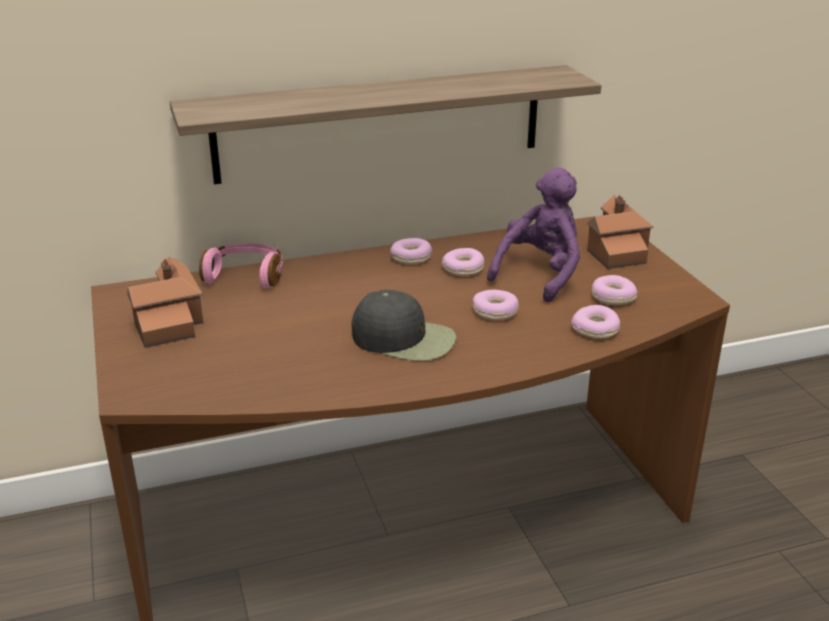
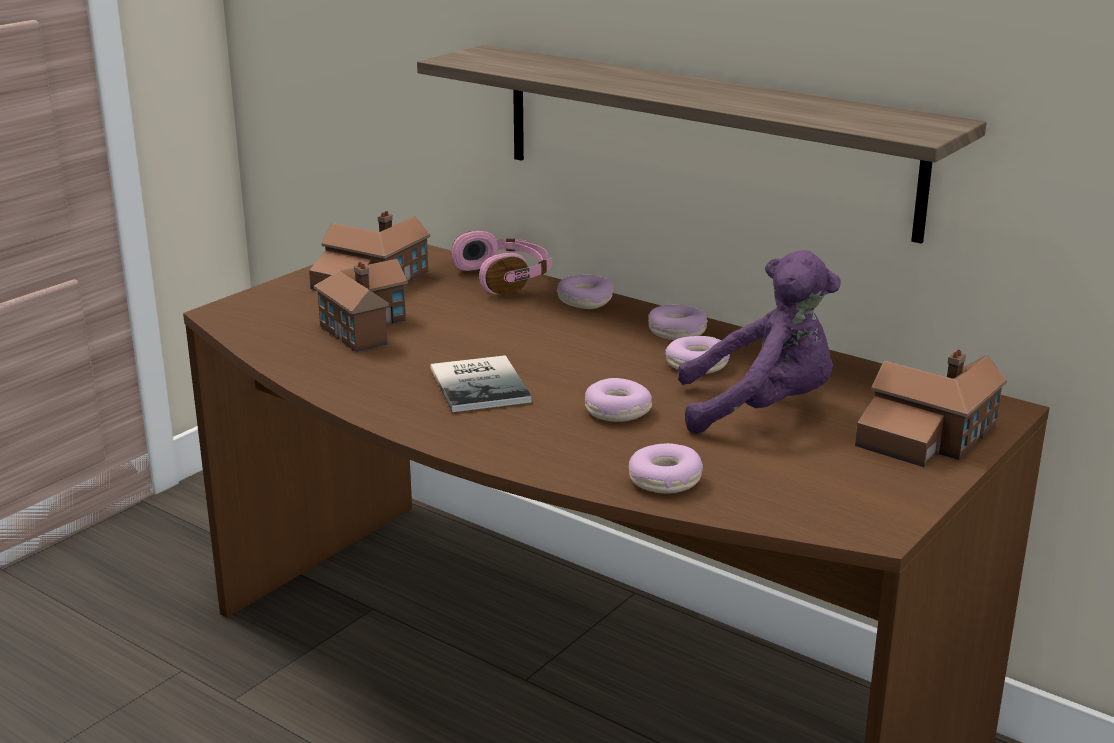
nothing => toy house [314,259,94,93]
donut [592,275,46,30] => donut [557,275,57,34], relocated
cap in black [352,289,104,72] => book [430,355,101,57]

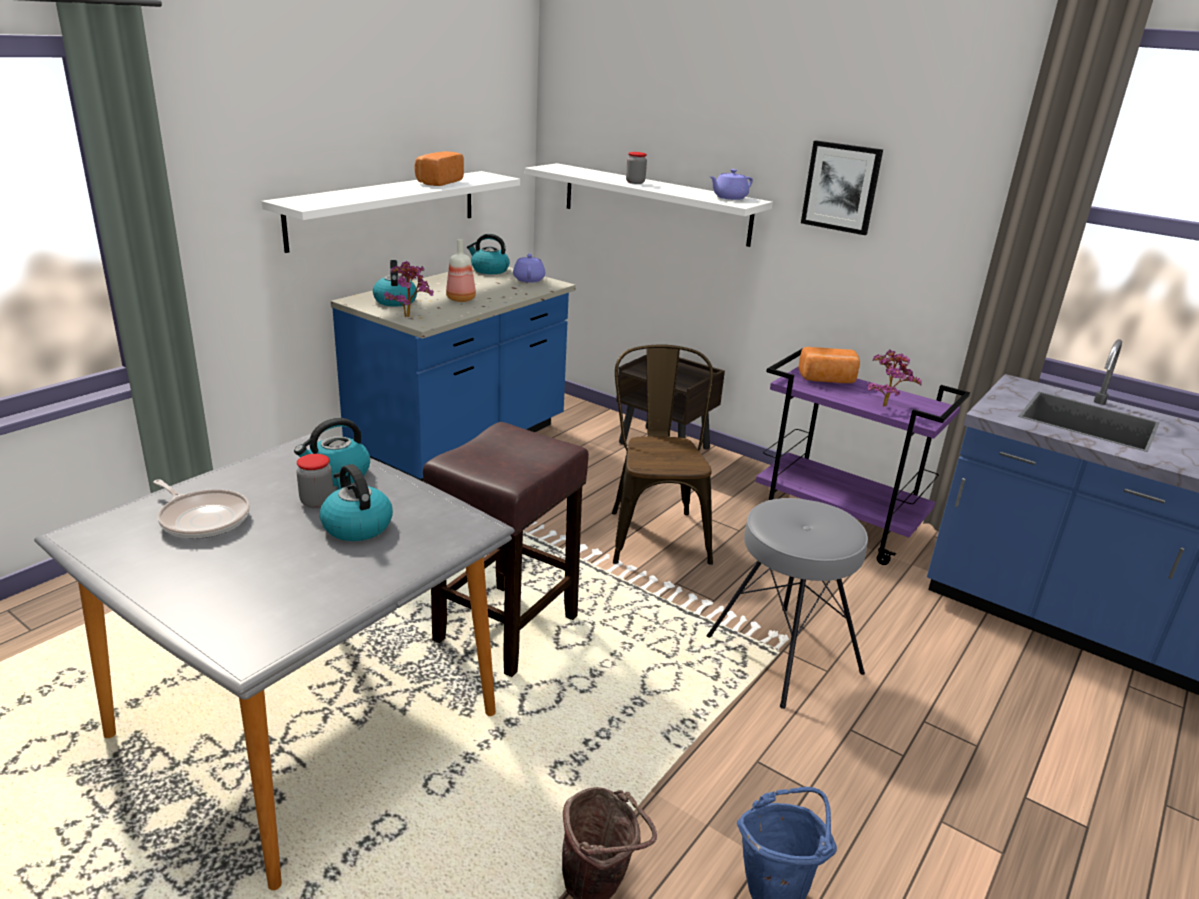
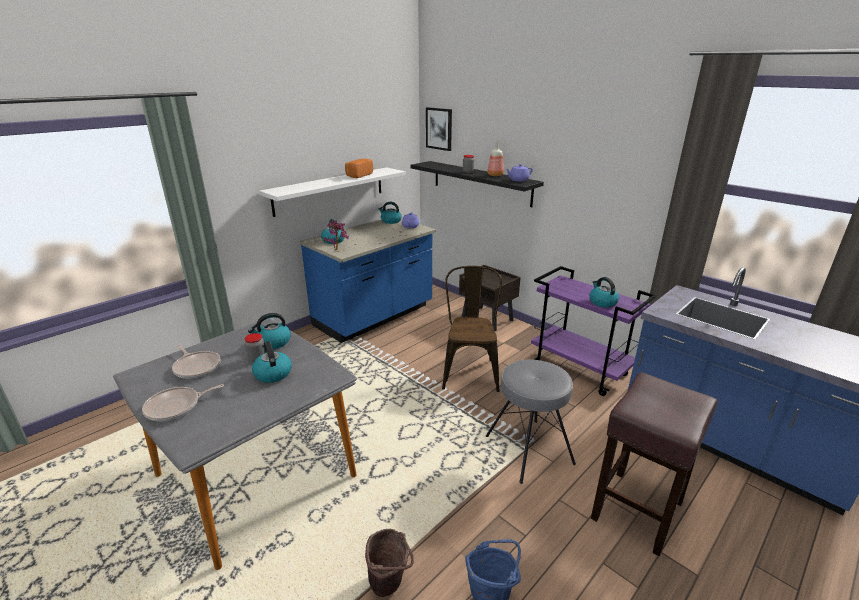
bread [799,347,61,36] => nothing
nothing => frying pan [142,384,82,37]
stool in brown [423,422,166,255] => stool in brown [591,372,127,184], relocated
bottle [446,239,30,63] => bottle [488,141,16,35], relocated
picture [801,140,82,95] => picture [426,107,26,44], relocated
potted plant [867,349,55,58] => kettle [590,277,29,30]
shelf in white [525,163,248,84] => shelf in black [410,161,134,46]

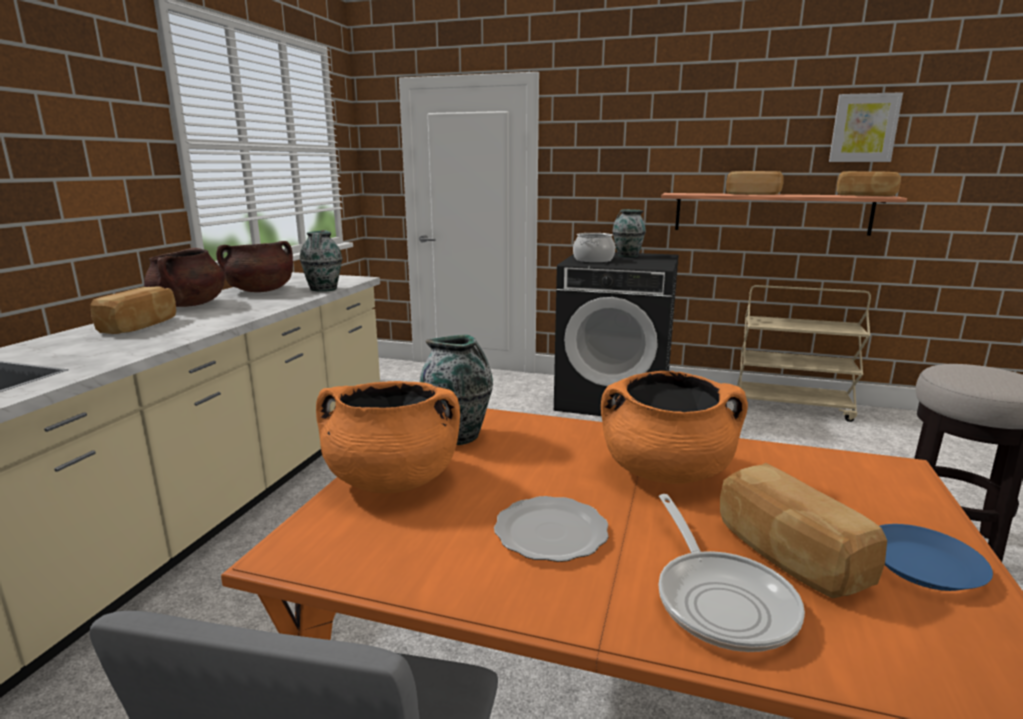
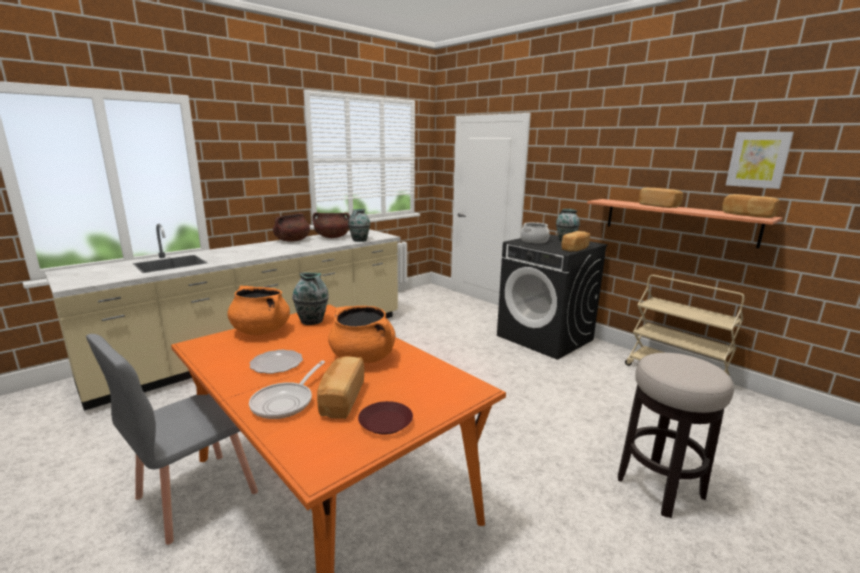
bread [90,287,86,47] => bread [562,231,28,20], relocated
plate in blue [880,524,113,67] => plate in brown [358,401,55,34]

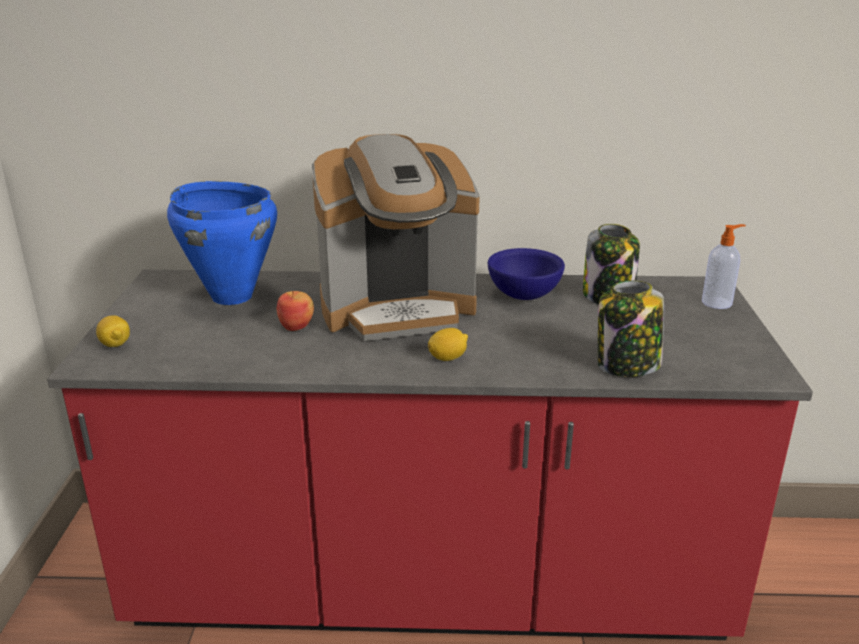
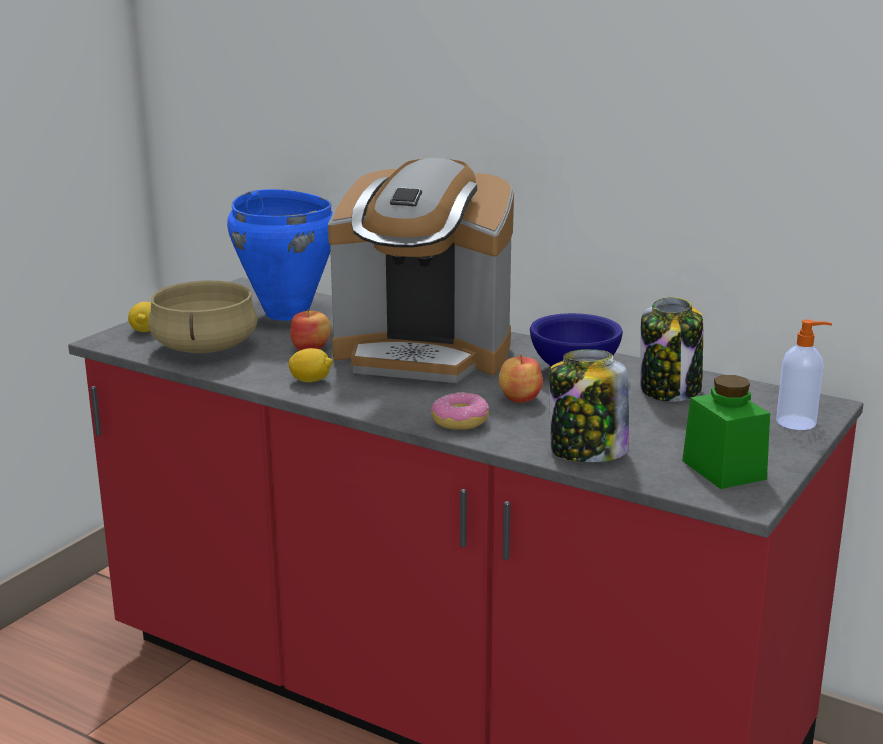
nothing => cooking pot in beige [148,281,110,72]
nothing => donut [431,392,58,37]
nothing => apple [498,354,45,49]
nothing => jar in green [682,375,88,114]
lemon [428,328,40,33] => lemon [288,348,45,34], relocated

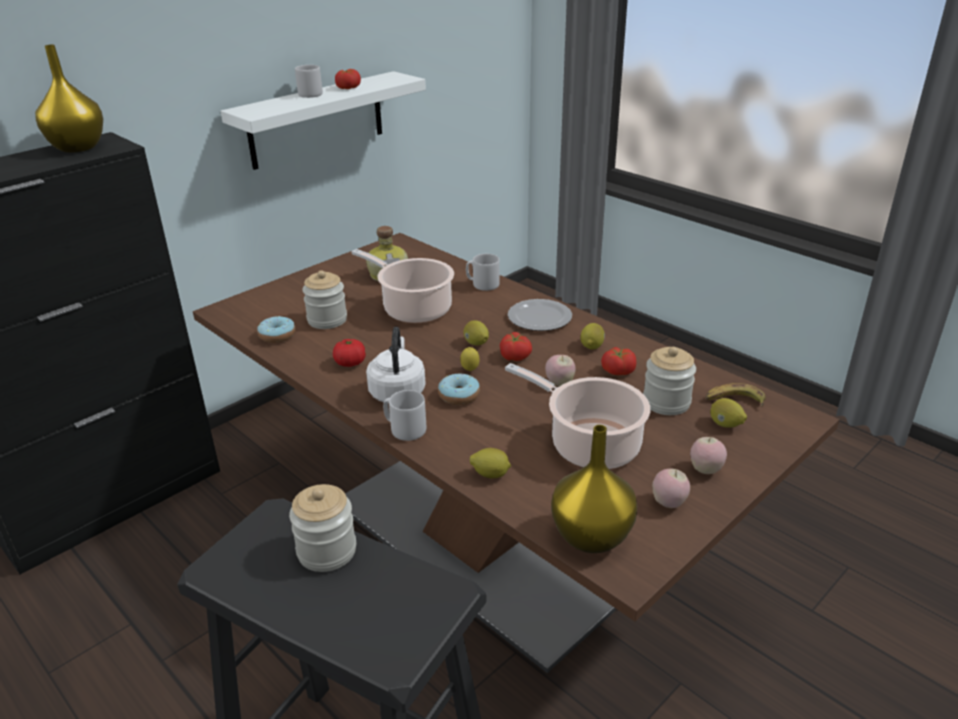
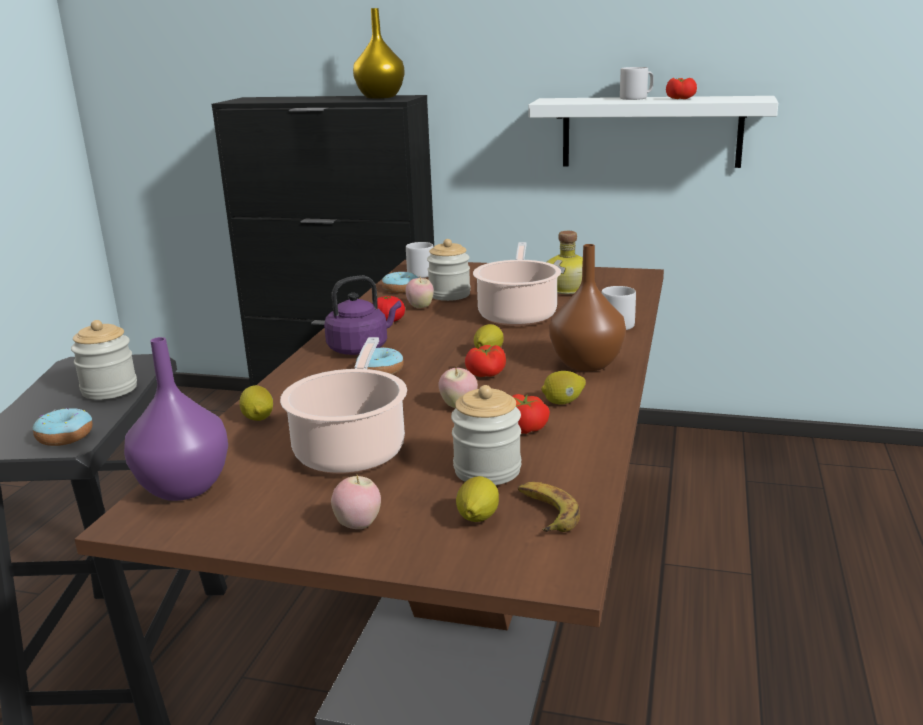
lemon [460,347,20,24] => nothing
nothing => donut [33,408,60,38]
mug in grey [383,390,43,51] => mug in grey [406,242,28,36], relocated
apple [652,469,38,39] => apple [405,277,29,31], relocated
plate [508,299,64,32] => vase in brown [549,244,77,127]
kettle in white [366,327,60,76] => kettle in purple [324,275,77,80]
vase in yellow [551,425,86,128] => vase in purple [124,337,104,164]

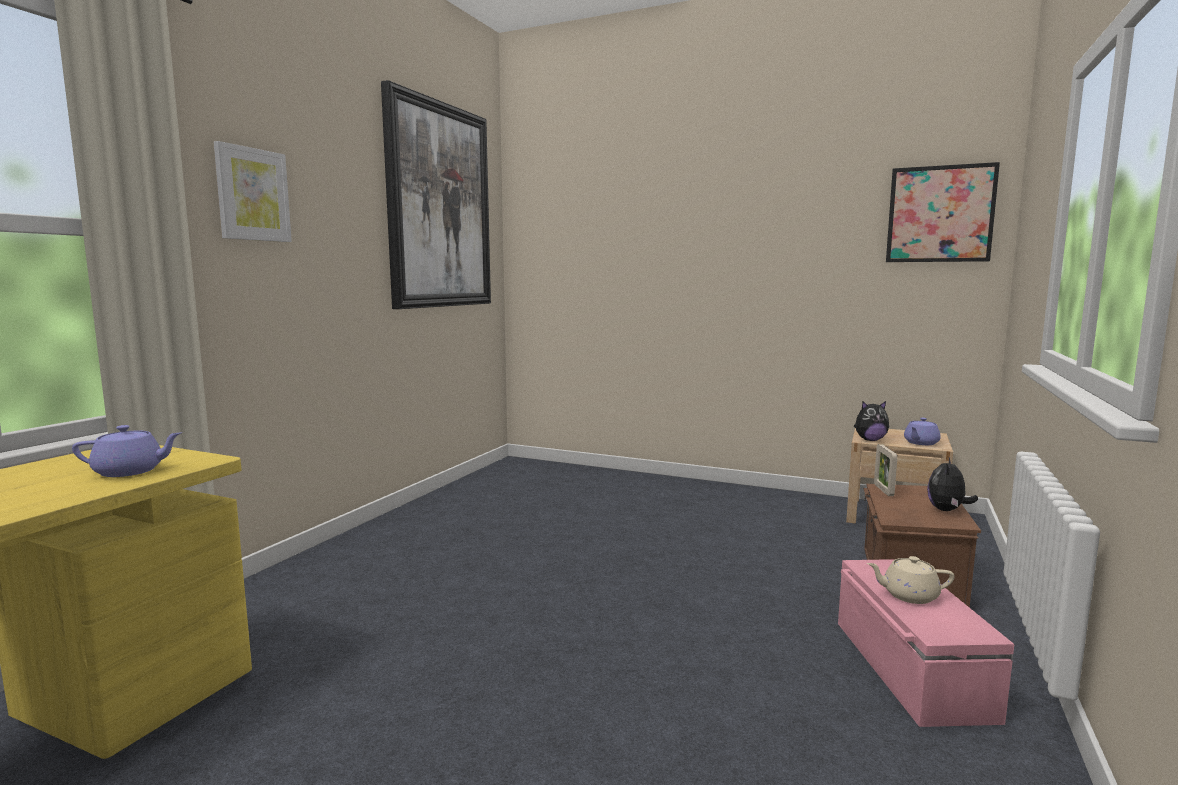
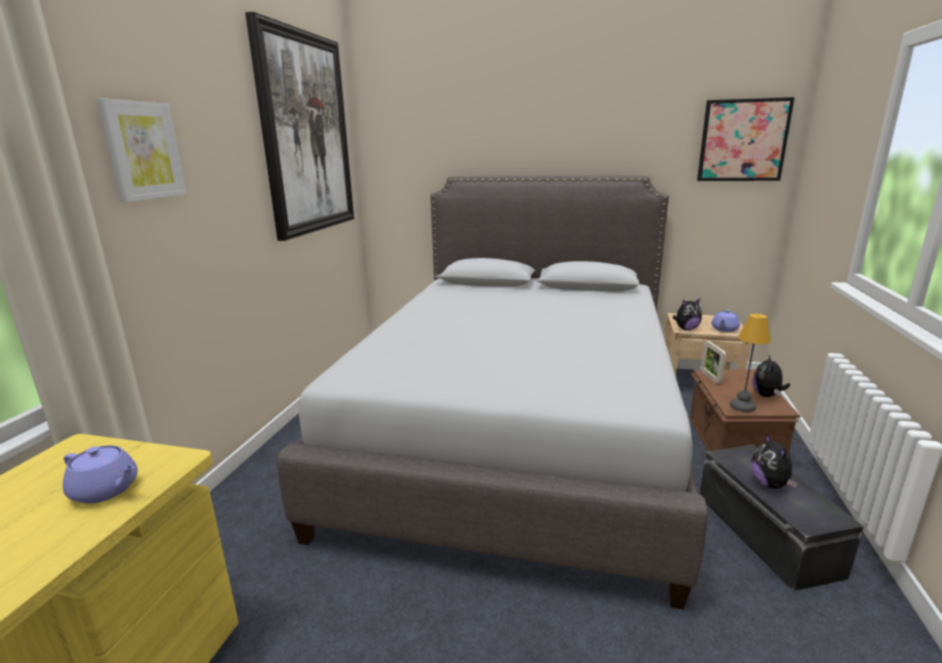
nothing => bed in grey [277,176,431,434]
nothing => table lamp [730,314,41,98]
teapot in beige [867,556,88,48] => plush toy [751,433,47,56]
storage box in pink [838,559,176,168] => storage box in black [700,445,164,146]
teapot in purple [72,425,109,52] => teapot in purple [63,445,75,59], 45 degrees clockwise

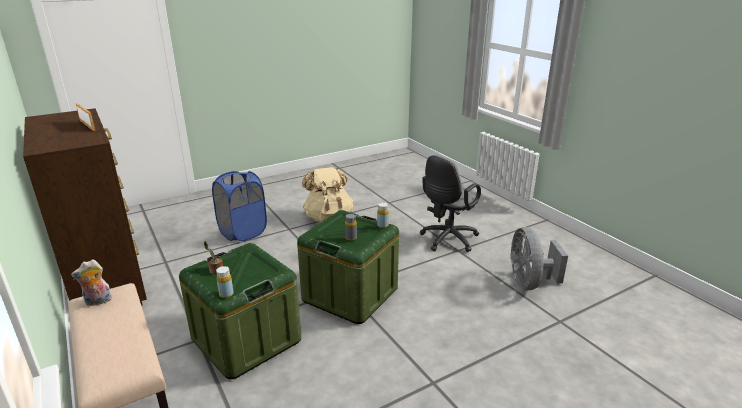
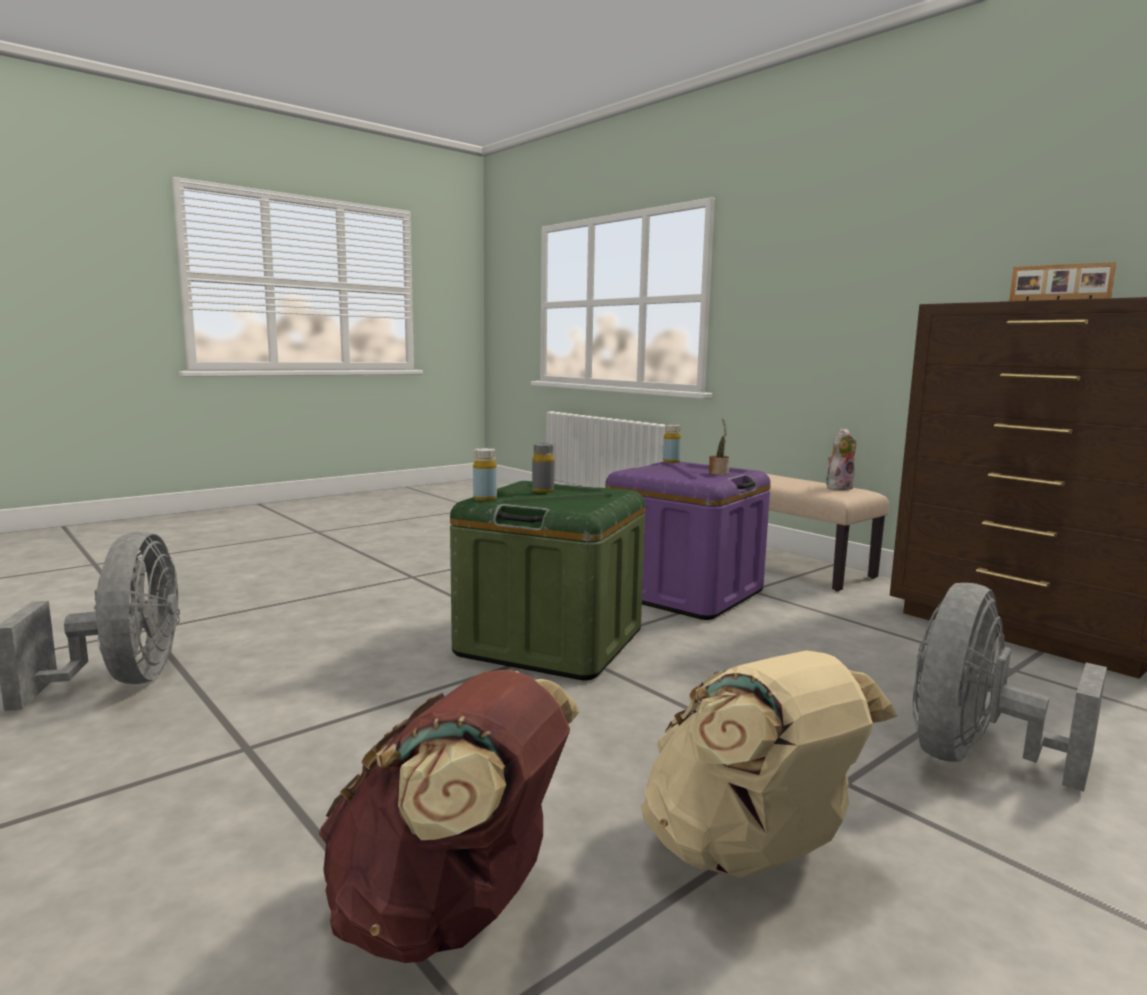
office chair in grey [420,155,61,97] => nothing
nothing => backpack in brown [318,670,261,293]
laundry basket in blue [212,171,55,70] => fan in grey [913,583,194,209]
storage box in green [179,243,122,136] => storage box in purple [605,461,166,159]

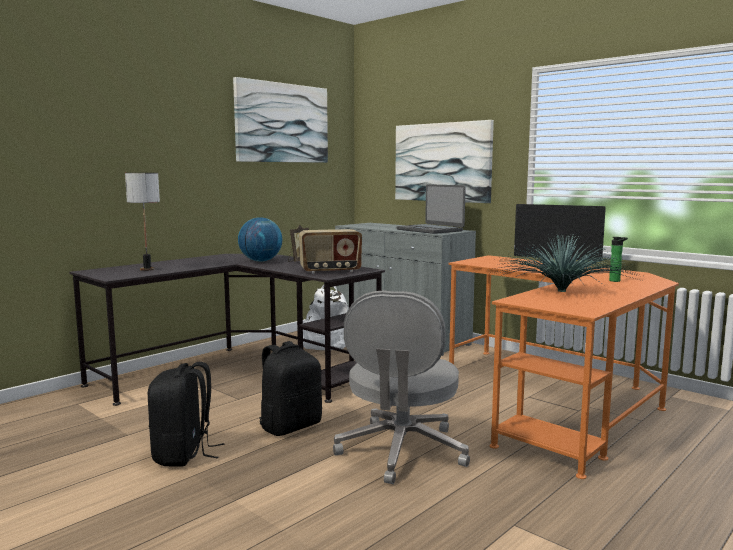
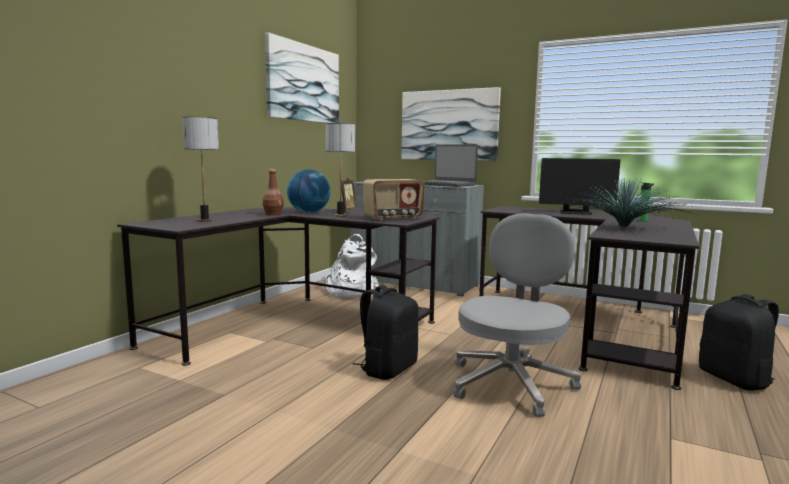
nothing => bottle in brown [263,169,21,46]
nothing => table lamp [326,123,29,93]
backpack in black [148,362,76,104] => backpack in black [699,294,80,97], relocated
desk in orange [449,255,230,224] => desk in black [479,206,220,184]
office chair in grey [333,290,137,194] => office chair in grey [454,213,127,204], 150 degrees counterclockwise

